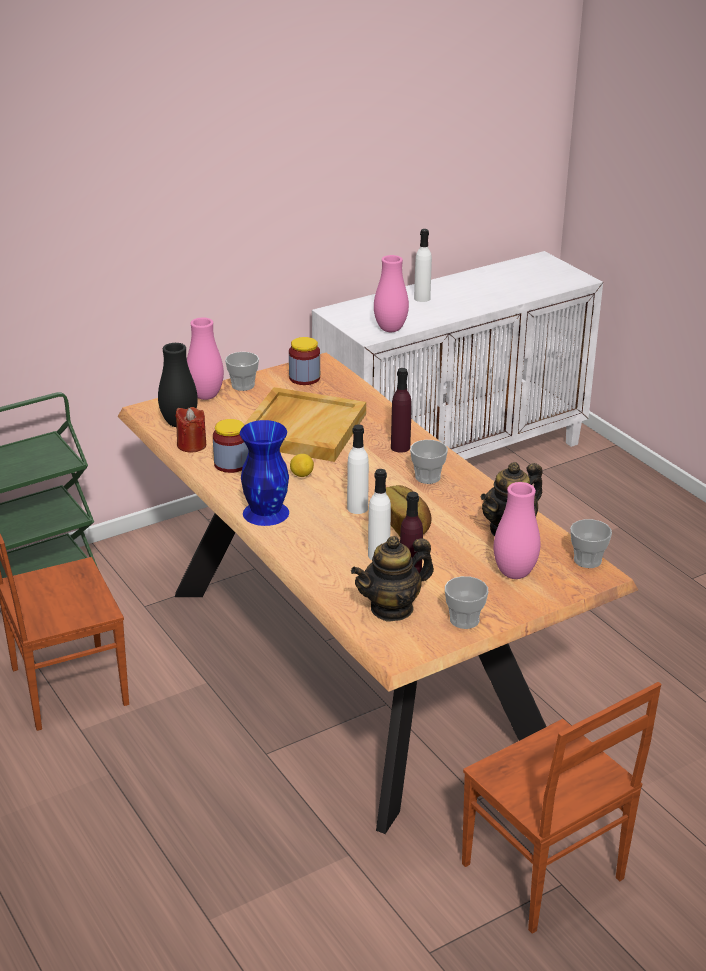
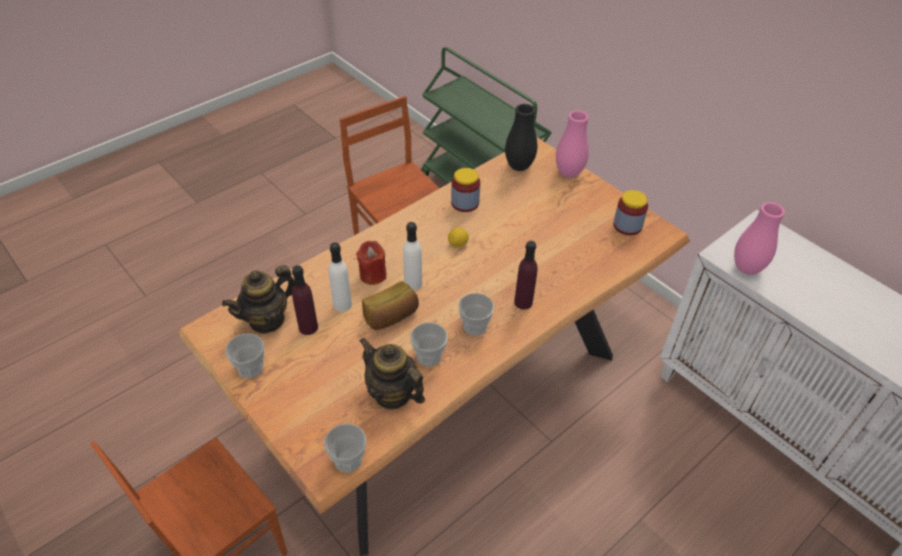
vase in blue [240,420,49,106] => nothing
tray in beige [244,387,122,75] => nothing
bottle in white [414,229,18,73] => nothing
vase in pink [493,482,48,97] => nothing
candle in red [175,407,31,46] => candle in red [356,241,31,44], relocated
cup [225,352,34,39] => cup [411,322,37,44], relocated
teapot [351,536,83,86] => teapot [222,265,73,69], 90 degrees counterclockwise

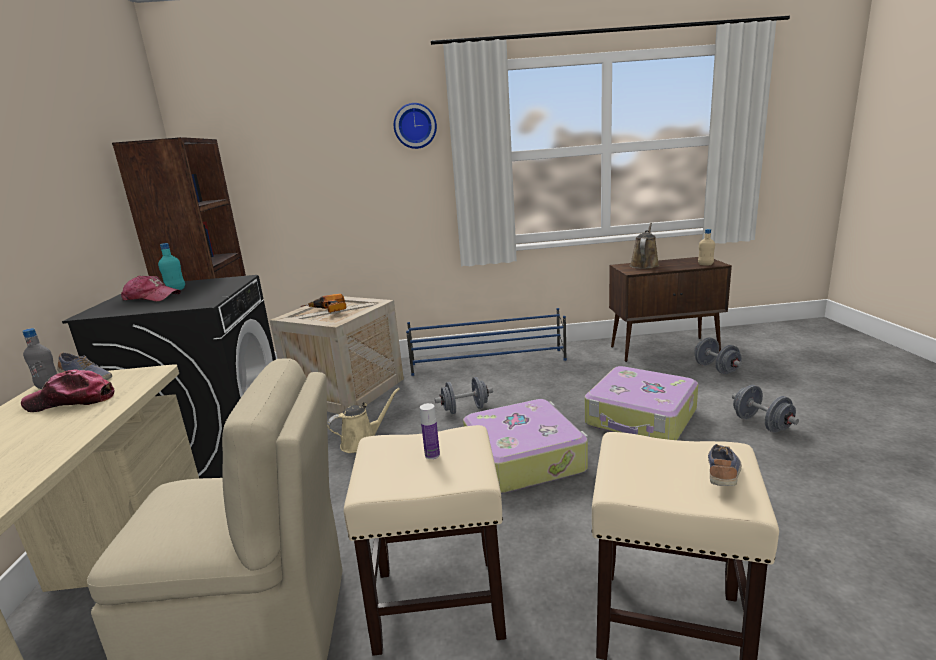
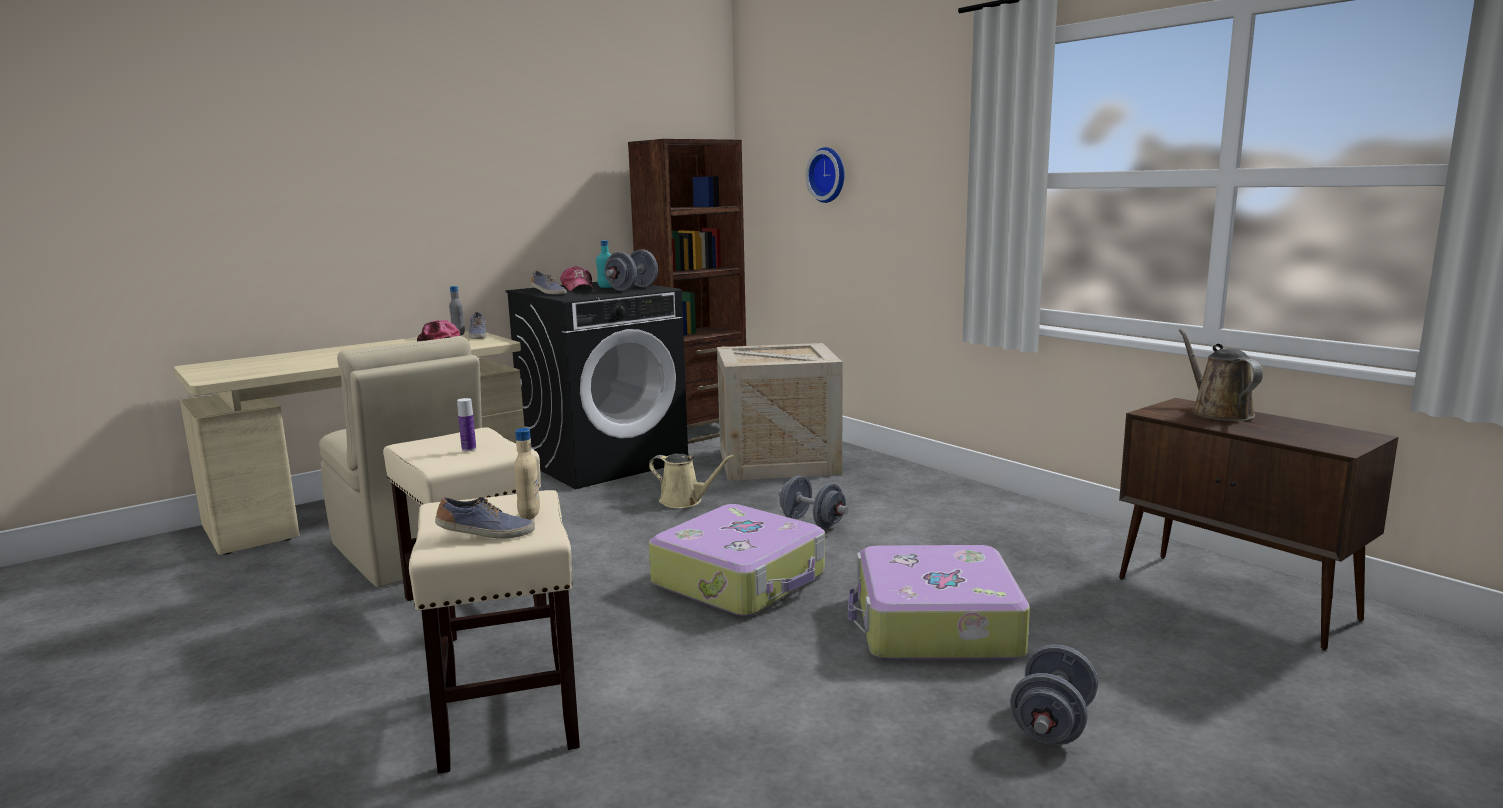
power drill [301,294,45,19] => nothing
shoe rack in blue [406,308,161,68] => nothing
nothing => shoe [530,271,37,23]
wall clock [394,103,43,46] => wall clock [805,147,39,56], relocated
dumbbell in grey [694,337,48,37] => dumbbell in grey [604,249,54,42], relocated
bottle in beige [698,229,17,36] => bottle in beige [514,428,26,92], relocated
watering can in brown [629,223,30,46] => watering can in brown [1178,329,85,92], 90 degrees counterclockwise

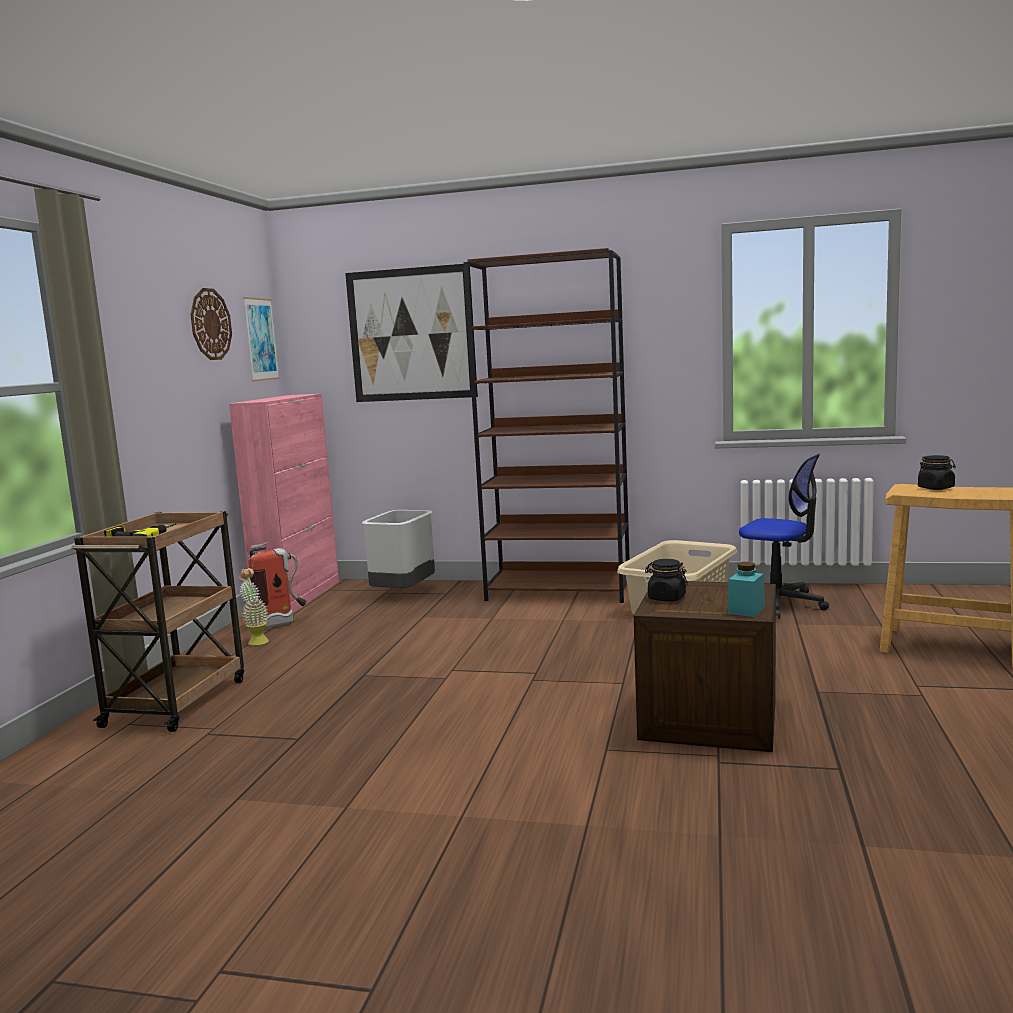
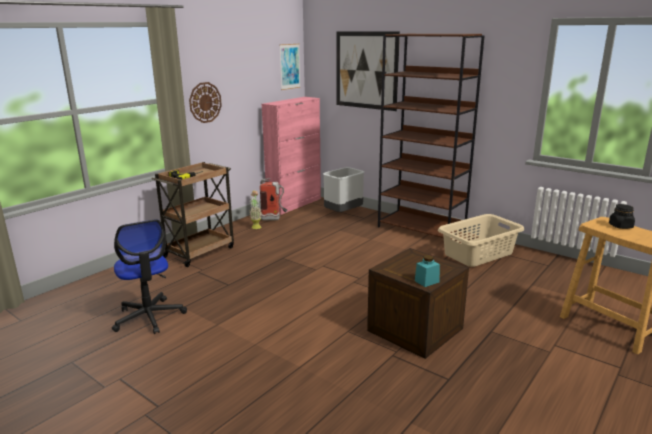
jar in black [645,559,43,42] => nothing
wall clock [191,288,41,72] => wall clock [189,82,33,41], relocated
office chair [739,454,90,165] => office chair [112,219,75,115], relocated

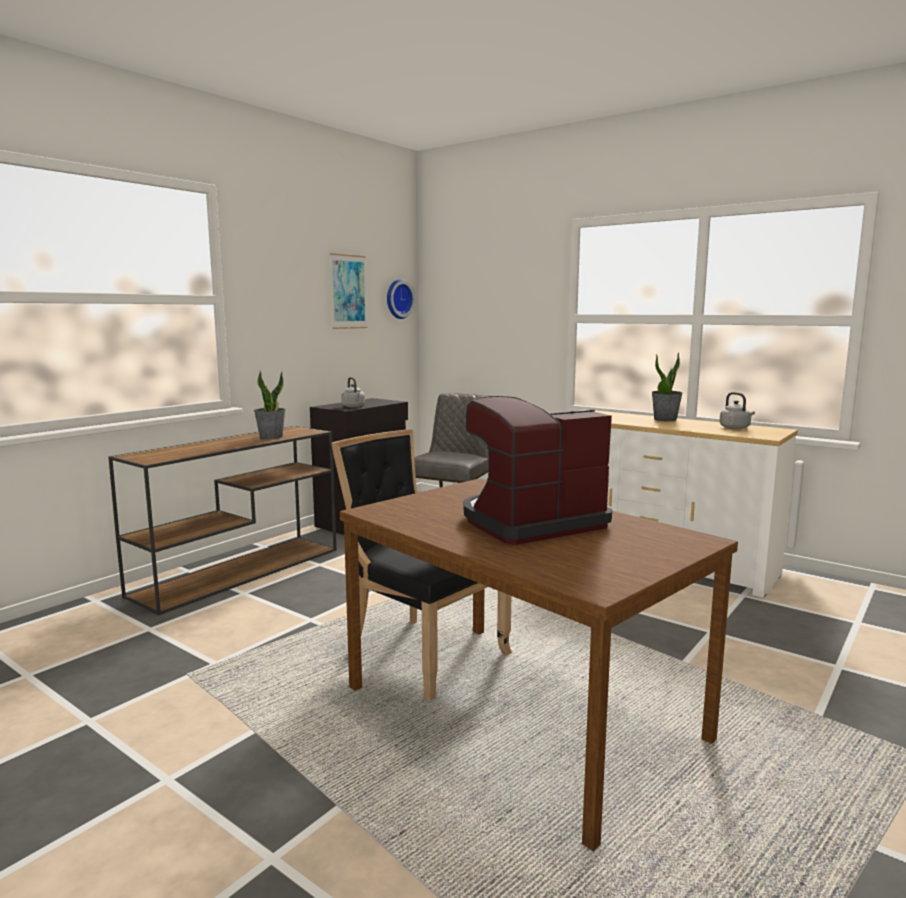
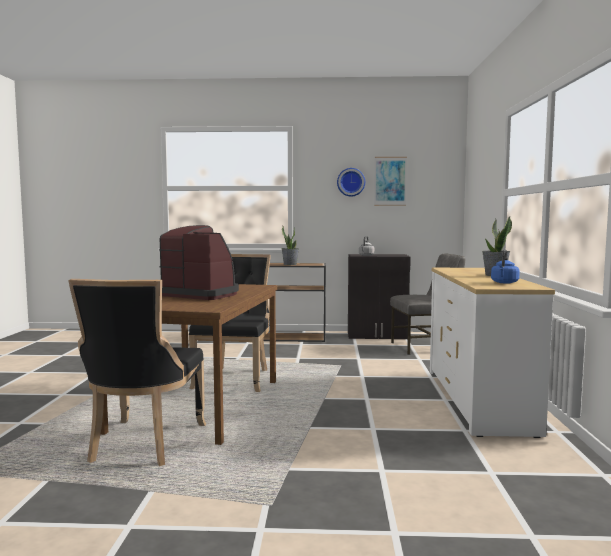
nothing => chair in black [68,279,138,187]
wall clock [387,279,28,40] => wall clock [337,168,28,29], relocated
kettle in grey [719,392,36,37] => kettle in blue [491,249,29,35]

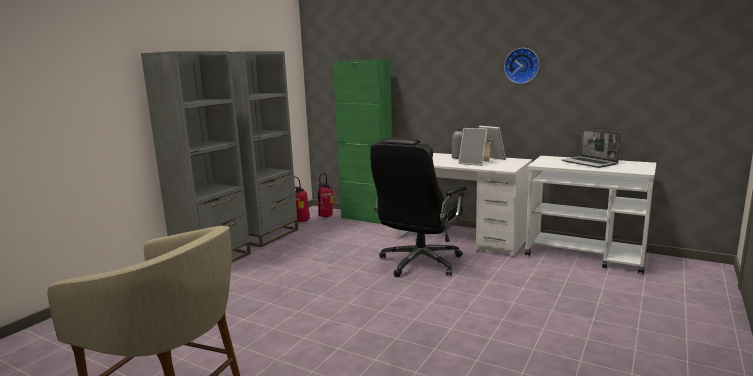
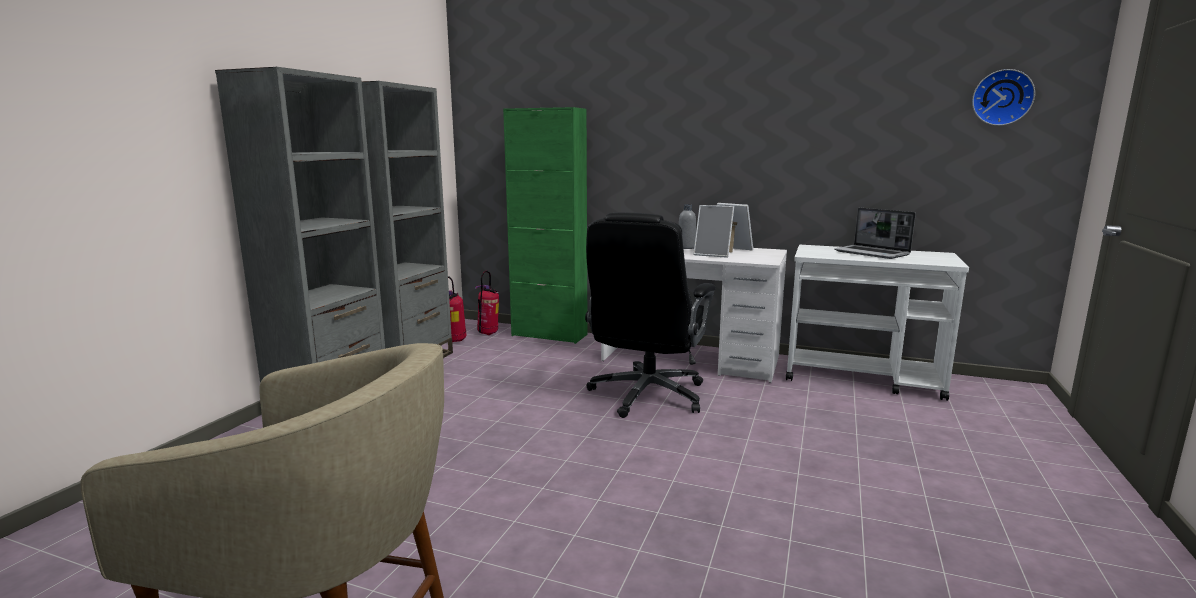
wall clock [504,48,35,36] => wall clock [972,69,63,57], relocated

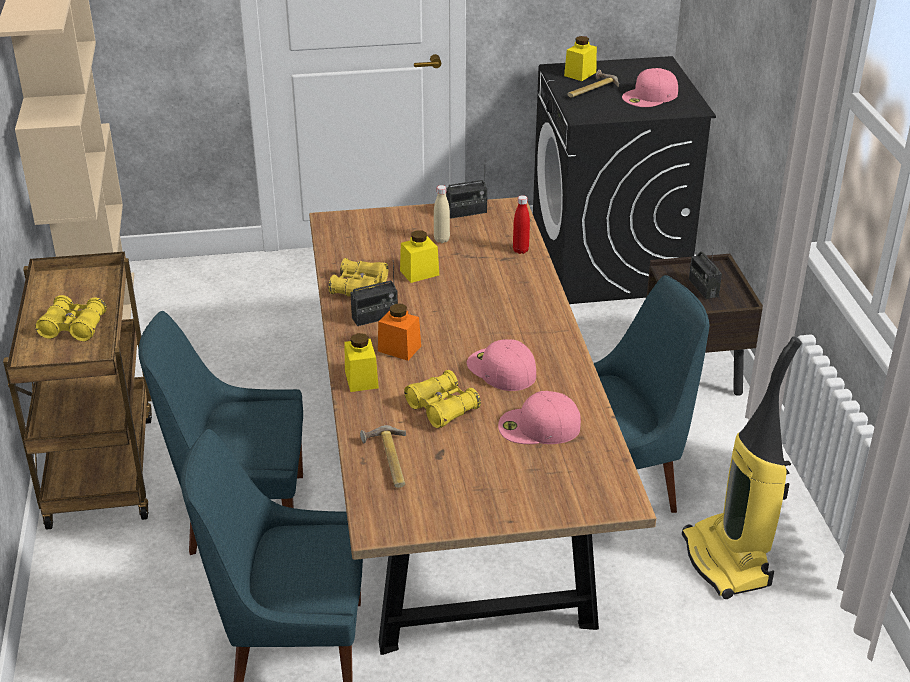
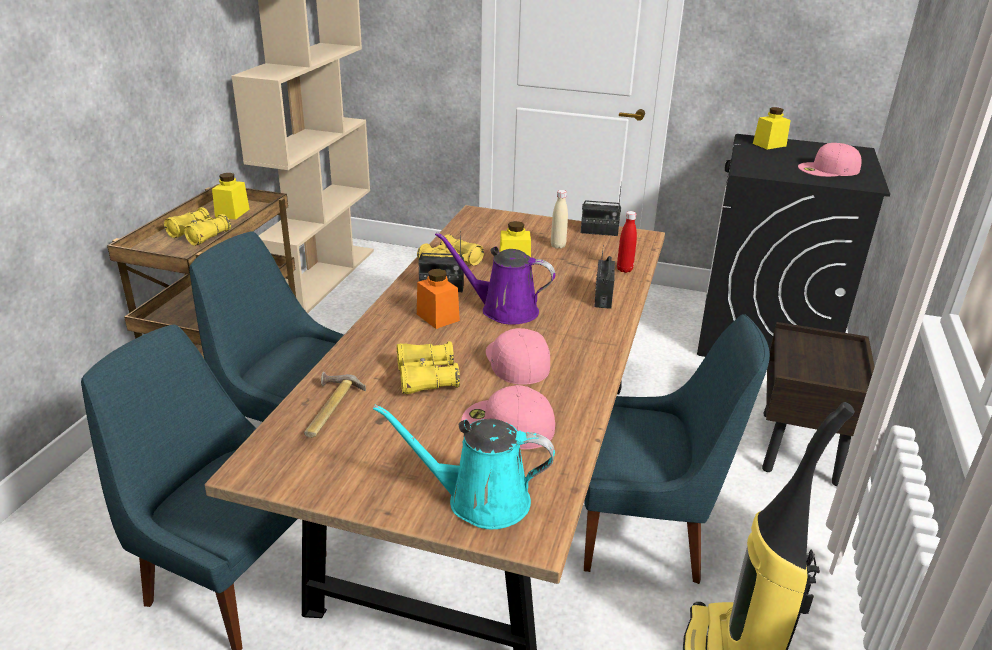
hammer [568,70,51,27] => nothing
nothing => watering can in turquoise [373,404,182,125]
nothing => watering can in purple [435,232,120,93]
jar in yellow [344,333,35,59] => jar in yellow [212,173,38,47], relocated
radio [689,248,33,51] => radio [594,245,21,64], relocated

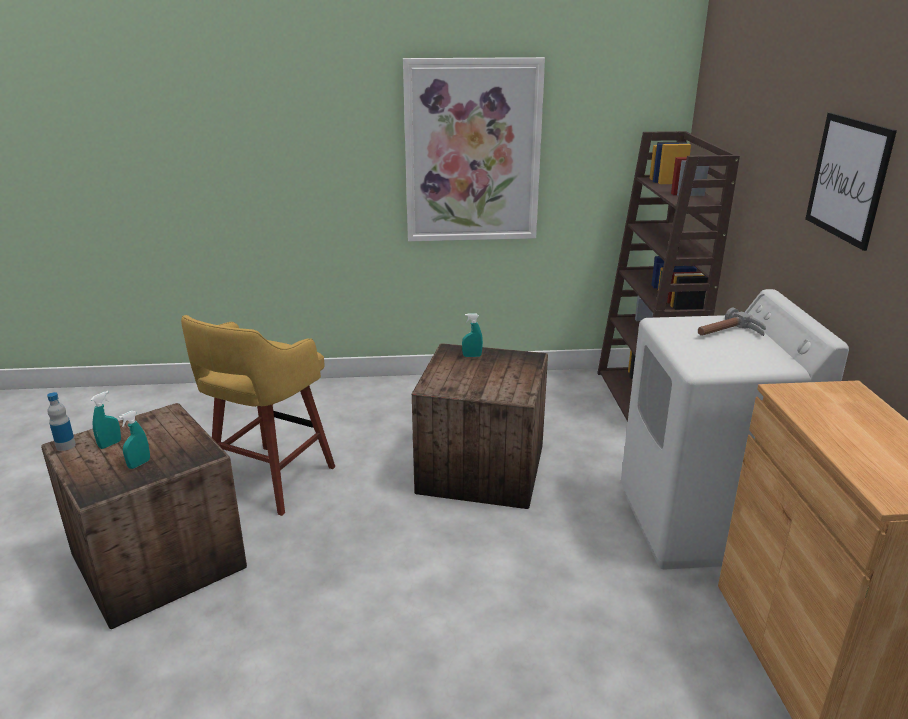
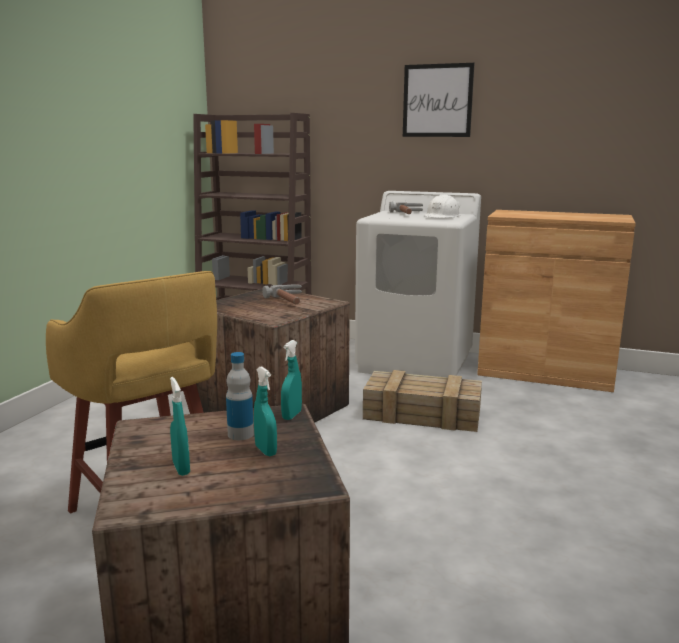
picture [403,57,142,184] => nothing
nothing => hammer [262,285,40,19]
nothing => crate [363,370,119,62]
nothing => hard hat in white [424,194,36,24]
bottle [47,392,29,59] => bottle [226,352,28,88], relocated
spray bottle in turquoise [462,313,21,44] => spray bottle in turquoise [281,340,21,80], relocated

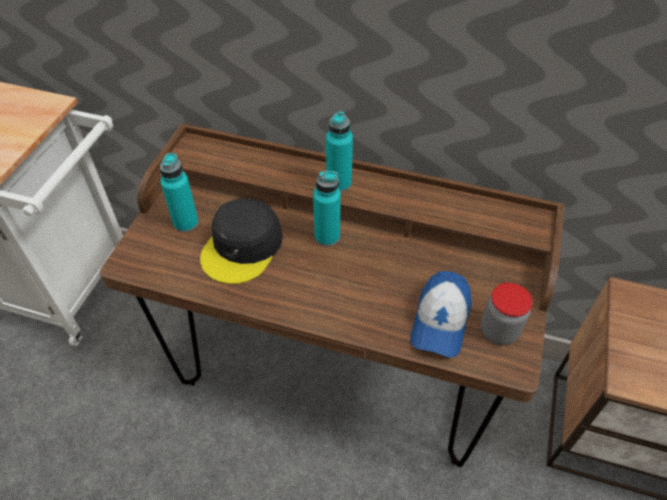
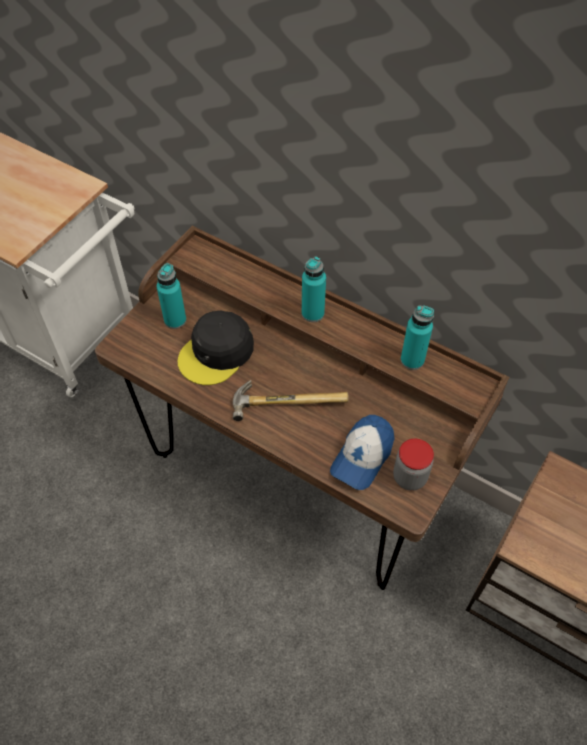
nothing => hammer [233,380,116,41]
bottle in turquoise [313,171,28,75] => bottle in turquoise [401,305,33,65], relocated

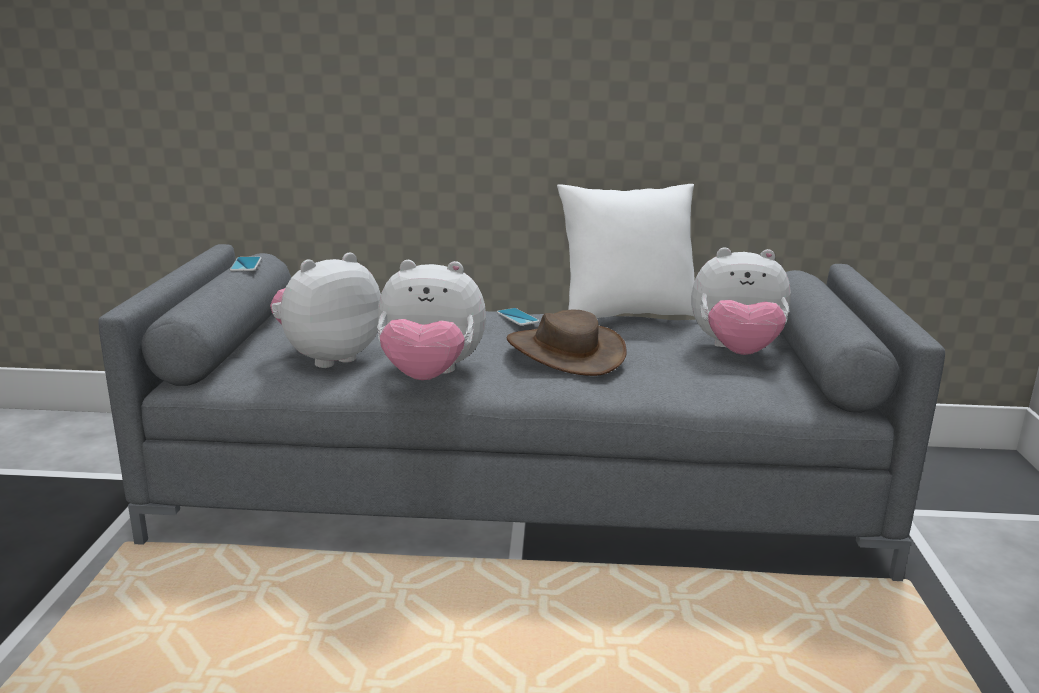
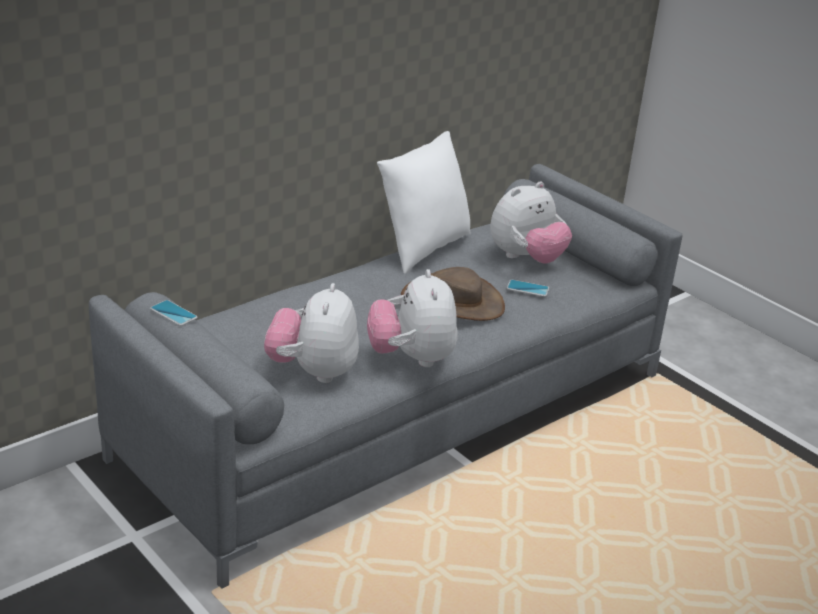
phone [497,308,43,18] => phone [507,280,42,17], relocated
plush toy [377,260,109,120] => plush toy [367,269,90,98], 120 degrees clockwise

